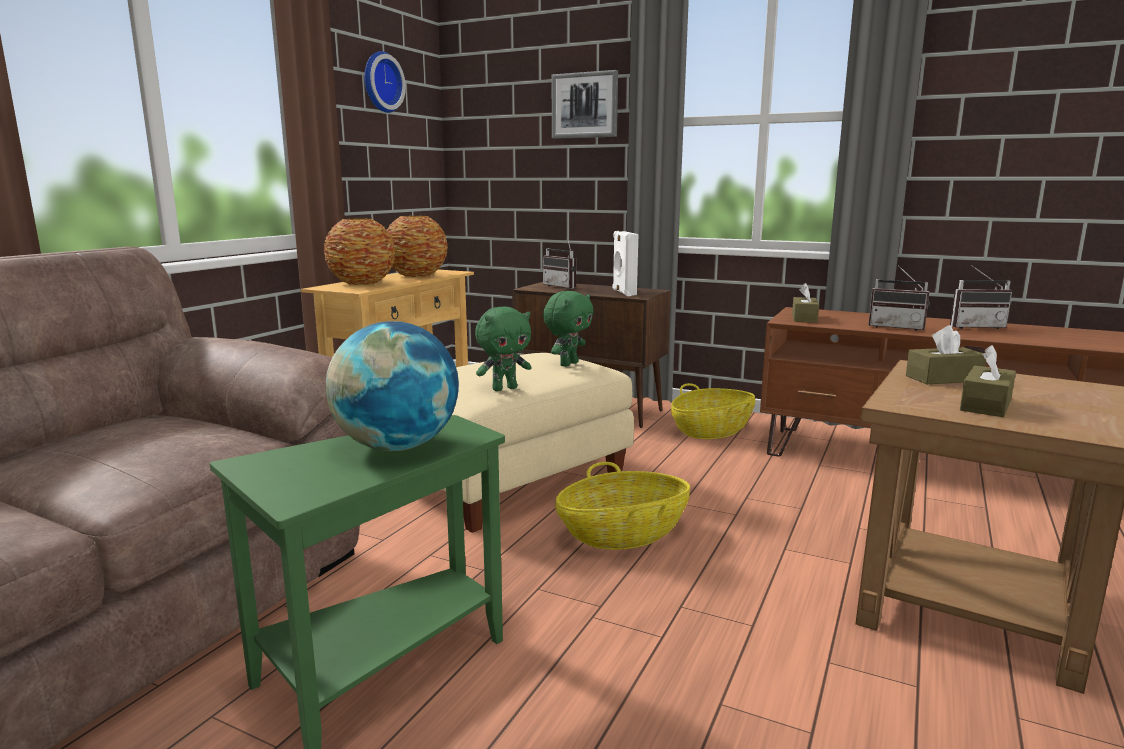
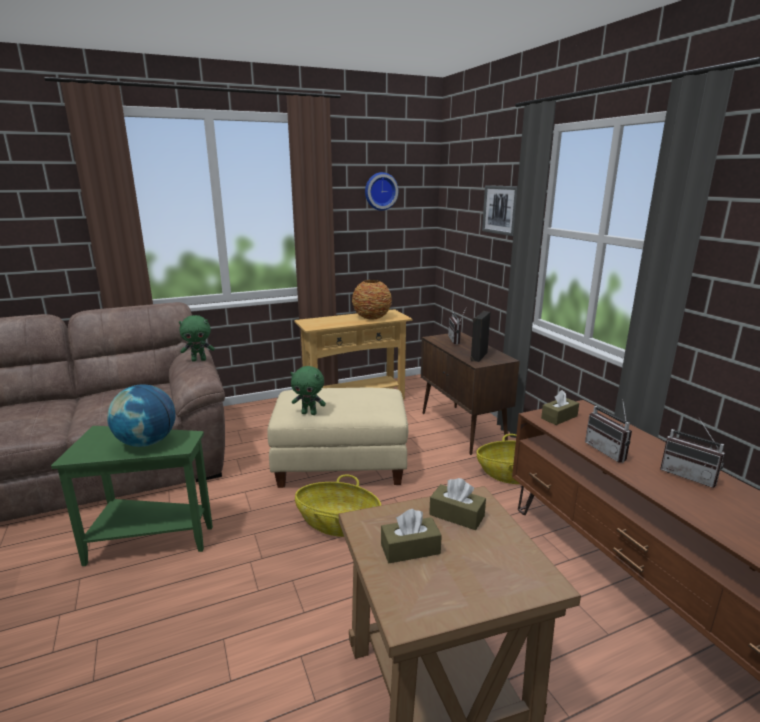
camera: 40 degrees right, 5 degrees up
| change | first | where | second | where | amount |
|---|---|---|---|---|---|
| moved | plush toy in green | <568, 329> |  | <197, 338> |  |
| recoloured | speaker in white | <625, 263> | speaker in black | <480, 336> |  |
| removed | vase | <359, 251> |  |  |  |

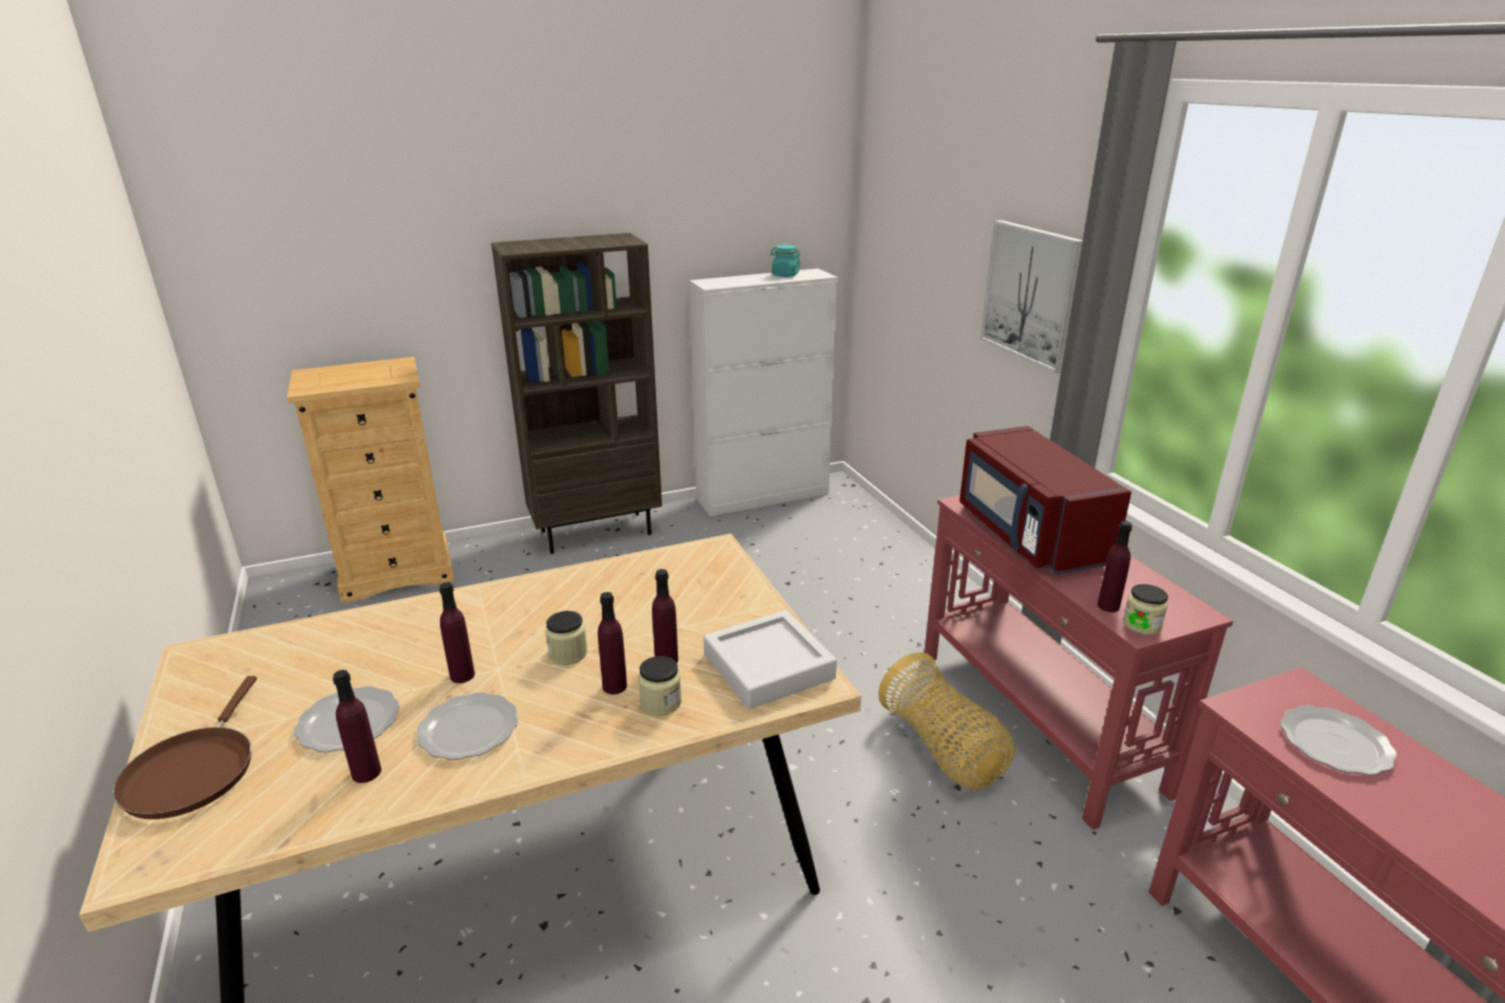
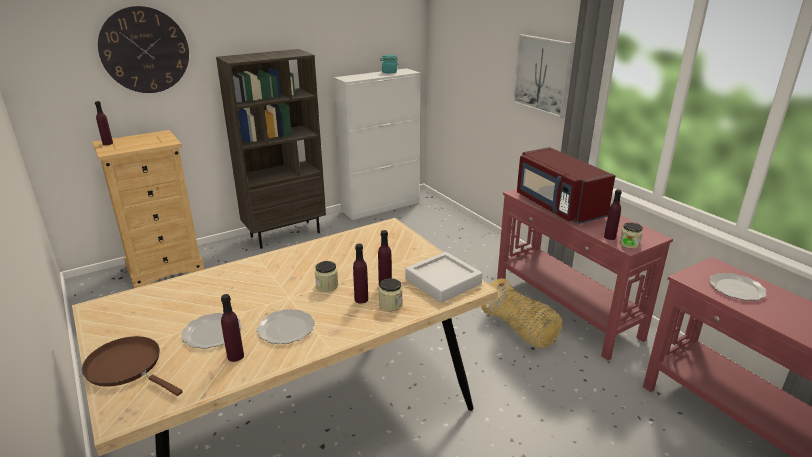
camera: 10 degrees left, 0 degrees up
| change | first | where | second | where | amount |
|---|---|---|---|---|---|
| turned | frying pan in brown | <185, 747> |  | <132, 366> | 135 degrees clockwise |
| moved | bottle in purple | <457, 632> |  | <104, 123> |  |
| added |  |  | wall clock | <143, 49> |  |

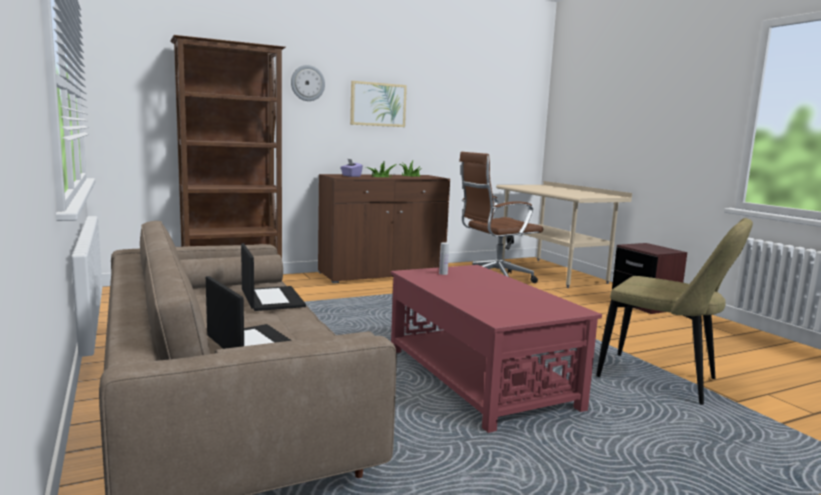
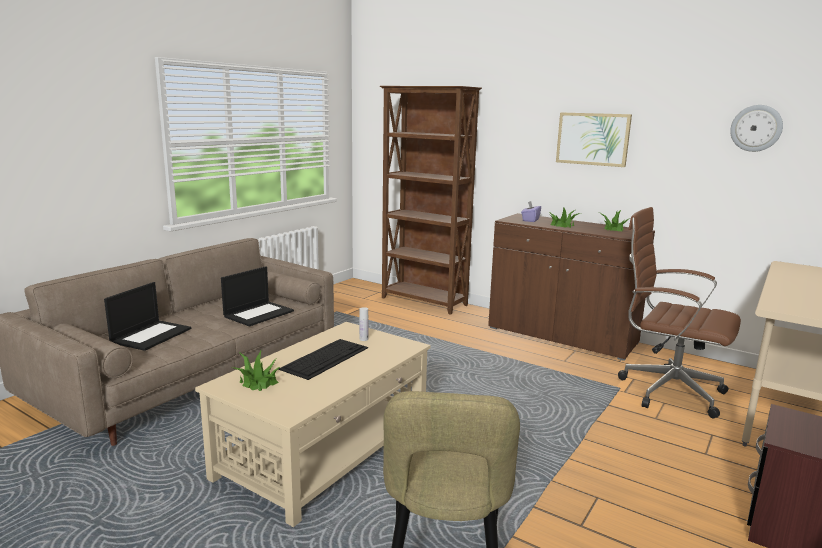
camera: 60 degrees right, 5 degrees up
| change | first | where | second | where | amount |
|---|---|---|---|---|---|
| recoloured | coffee table in red | <496, 349> | coffee table in beige | <313, 424> |  |
| added |  |  | potted plant | <256, 371> |  |
| added |  |  | keyboard | <323, 359> |  |
| moved | wall clock | <308, 83> |  | <756, 128> |  |

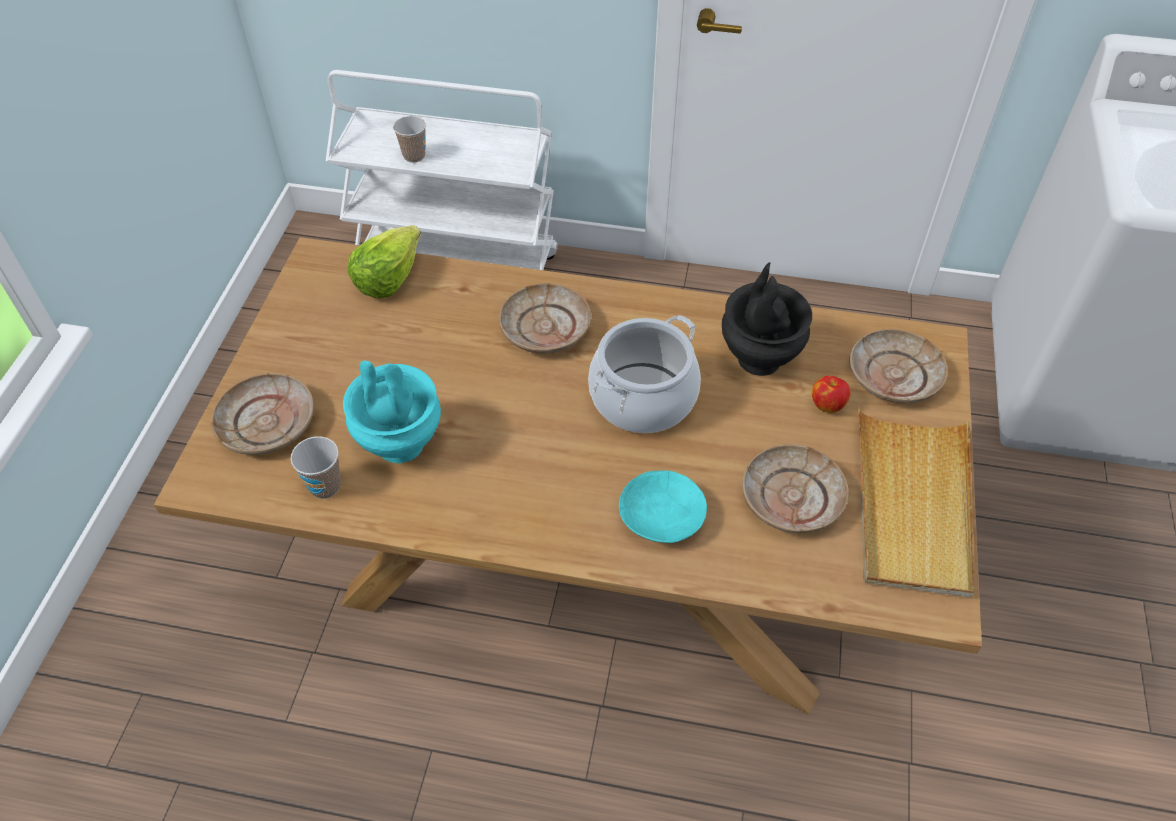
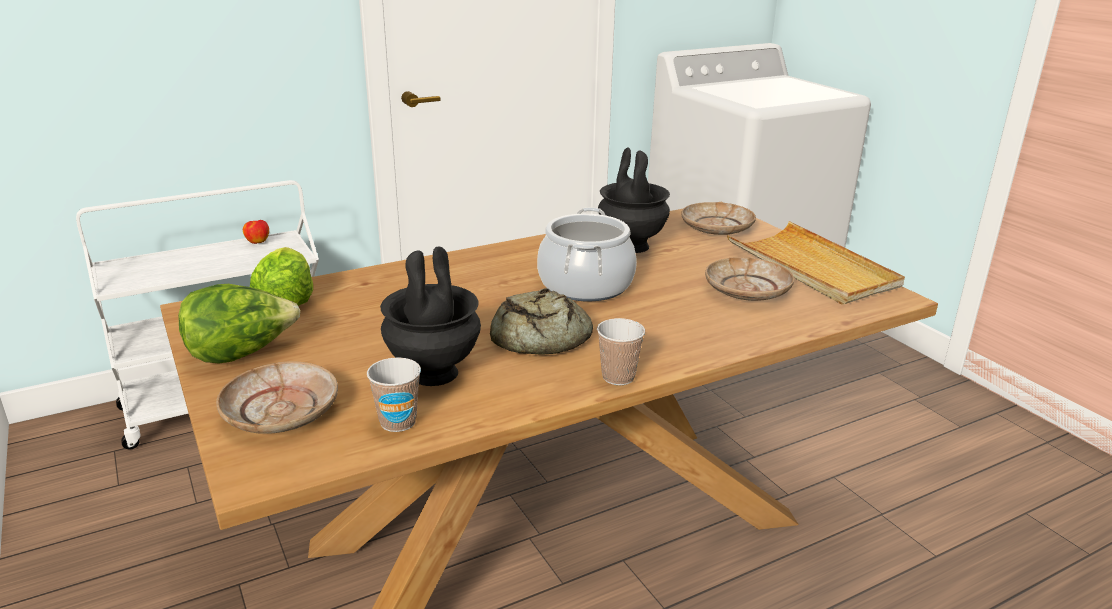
camera: 40 degrees left, 25 degrees down
| change | first | where | second | where | amount |
|---|---|---|---|---|---|
| added |  |  | lettuce | <239, 323> |  |
| moved | apple | <831, 394> |  | <256, 232> |  |
| recoloured | vase in turquoise | <392, 412> | vase in black | <430, 316> |  |
| added |  |  | bread | <541, 321> |  |
| moved | cup | <409, 139> |  | <621, 351> |  |
| removed | plate in beige | <545, 318> |  |  |  |
| removed | bowl in turquoise | <663, 506> |  |  |  |

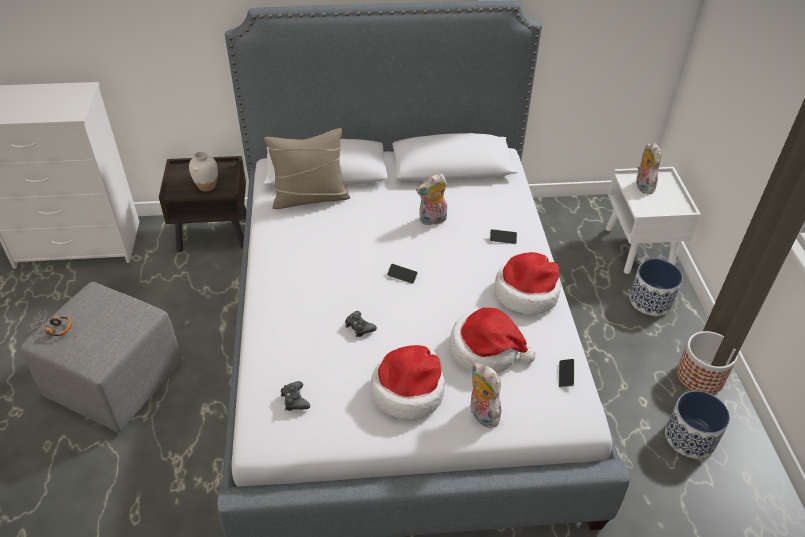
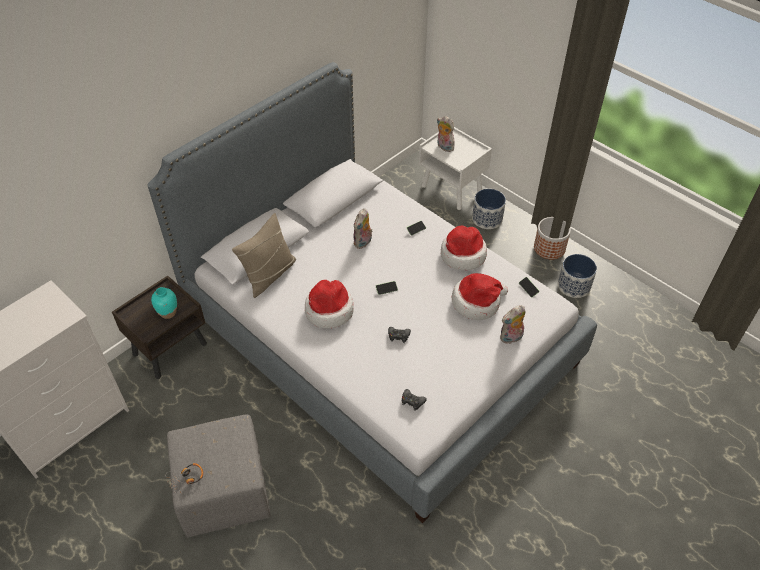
camera: 40 degrees left, 5 degrees up
| change | first | where | second | where | amount |
|---|---|---|---|---|---|
| recoloured | vase in white | <203, 171> | vase in turquoise | <164, 303> |  |
| moved | hat | <408, 382> |  | <329, 304> |  |
| turned | plush toy | <486, 395> |  | <513, 324> | 45 degrees counterclockwise |

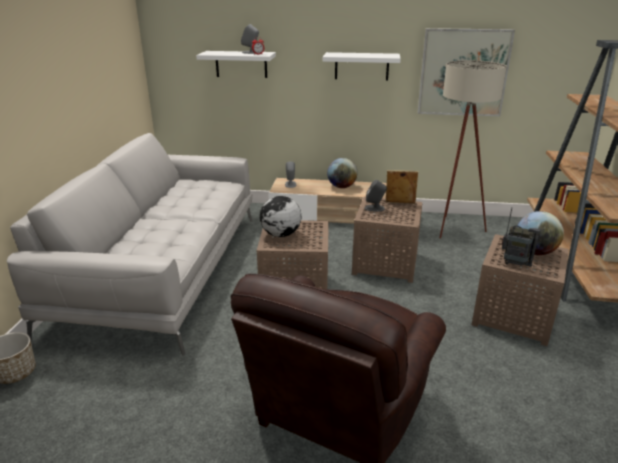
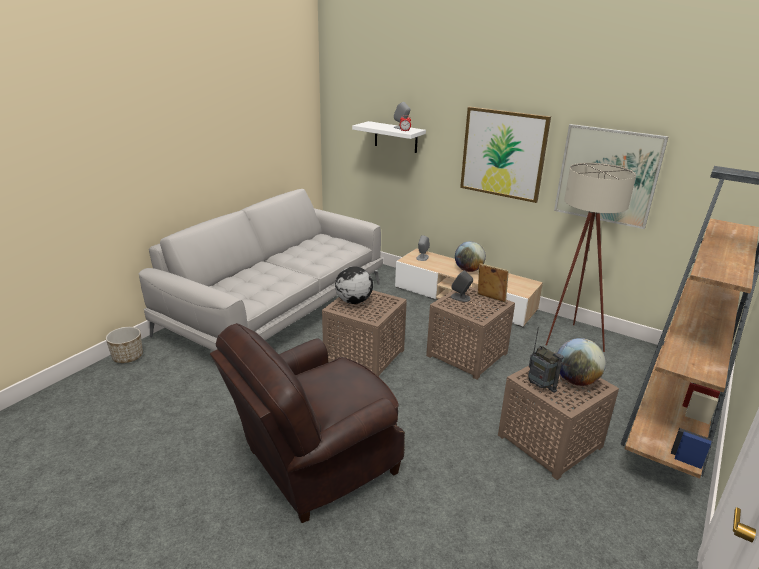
camera: 25 degrees right, 0 degrees up
| change | first | where | second | where | amount |
|---|---|---|---|---|---|
| replaced | shelf in white | <362, 66> | picture | <505, 155> |  |

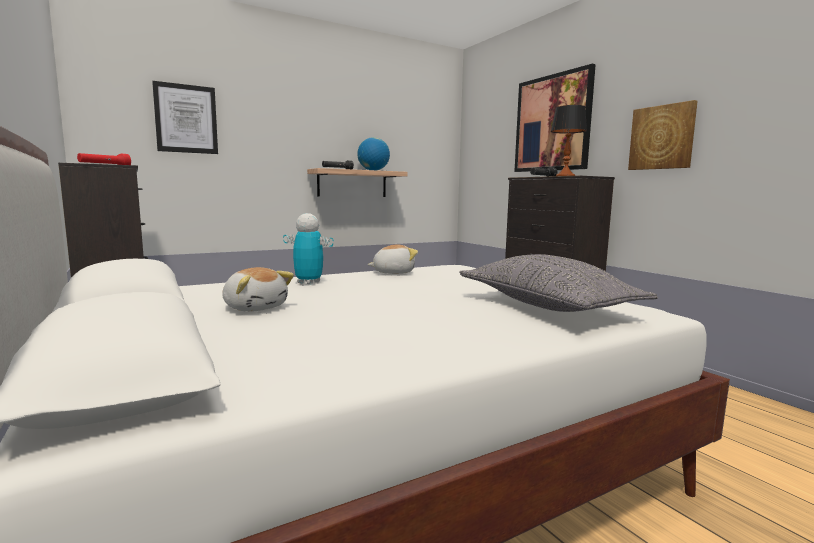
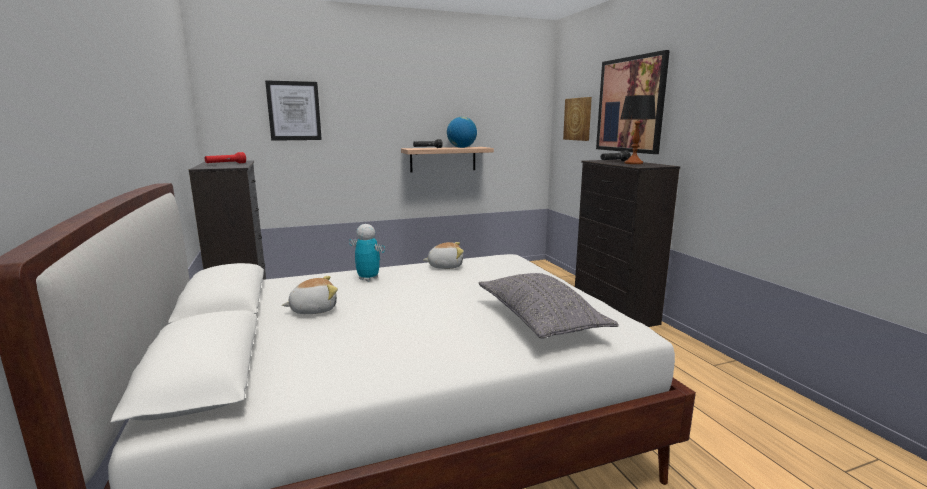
camera: 10 degrees right, 5 degrees up
| change | first | where | second | where | amount |
|---|---|---|---|---|---|
| turned | plush toy | <258, 289> |  | <310, 295> | 75 degrees counterclockwise |
| moved | picture | <663, 135> |  | <577, 119> |  |

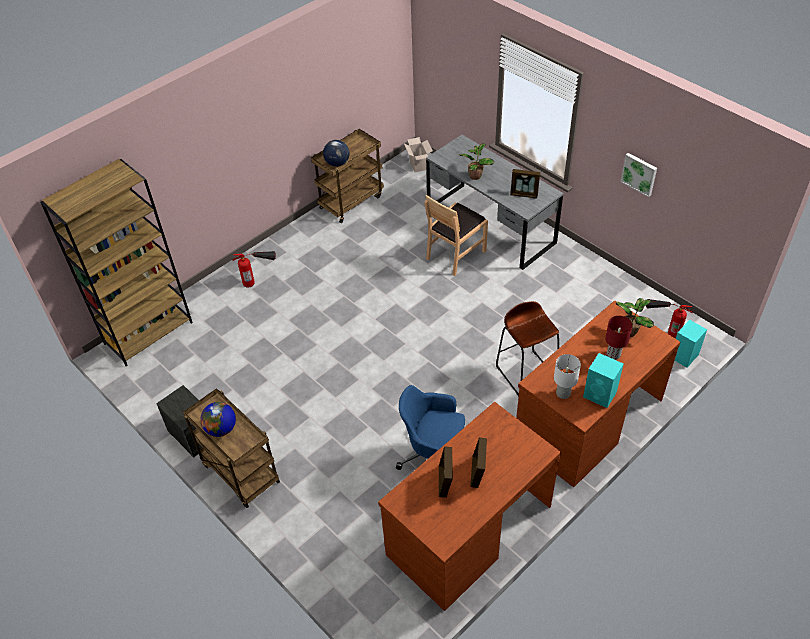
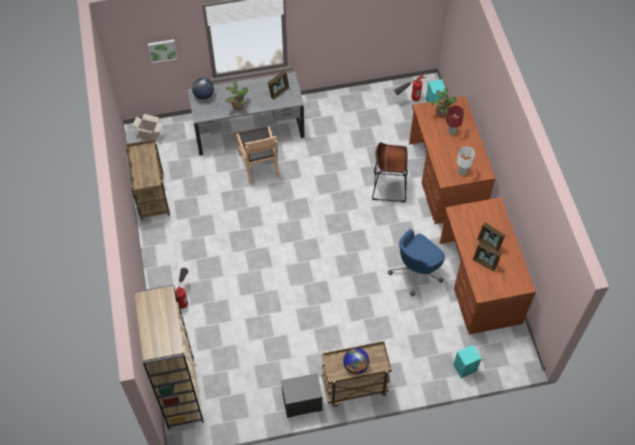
camera: 60 degrees left, 10 degrees up
| change | first | where | second | where | amount |
|---|---|---|---|---|---|
| moved | picture | <638, 175> |  | <163, 51> |  |
| moved | globe | <336, 153> |  | <203, 89> |  |
| moved | speaker in turquoise | <603, 380> |  | <467, 361> |  |

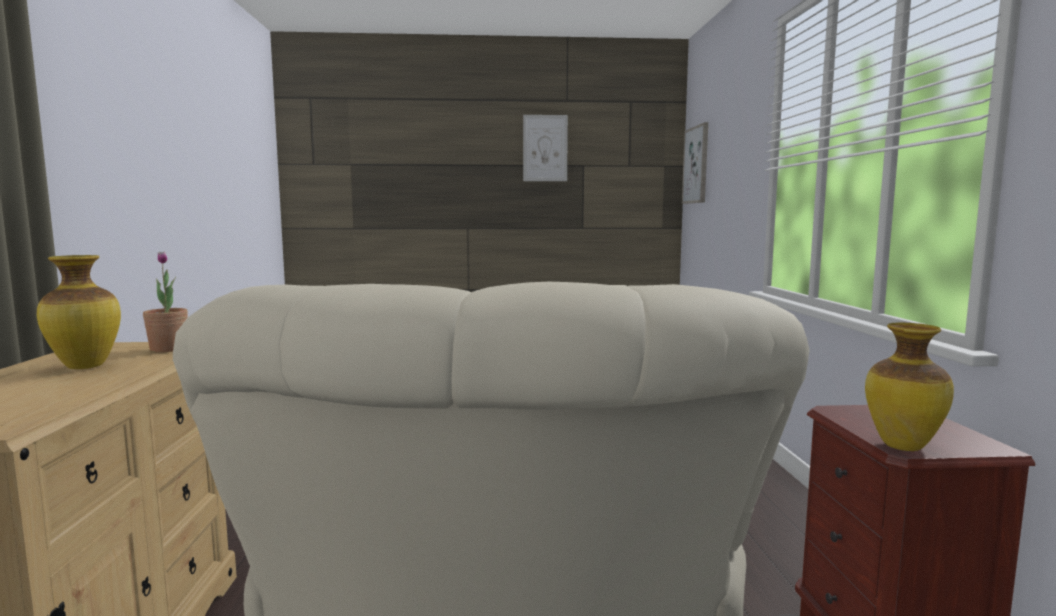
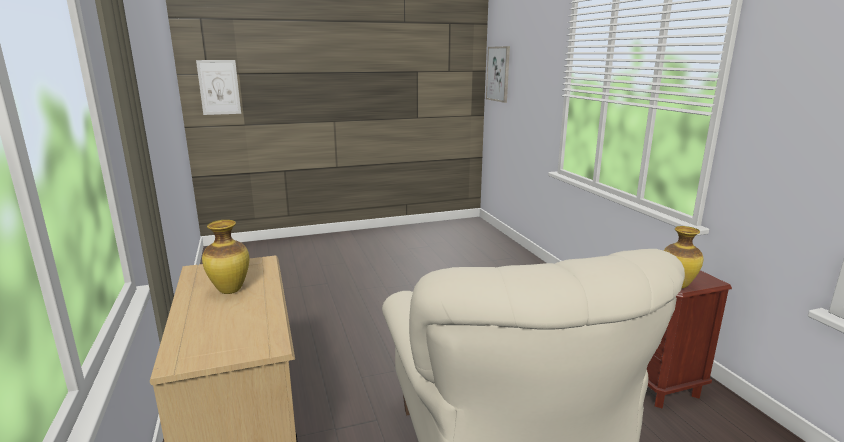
camera: 15 degrees left, 10 degrees up
| change | first | where | second | where | amount |
|---|---|---|---|---|---|
| moved | picture | <545, 148> |  | <218, 87> |  |
| removed | potted plant | <165, 302> |  |  |  |

